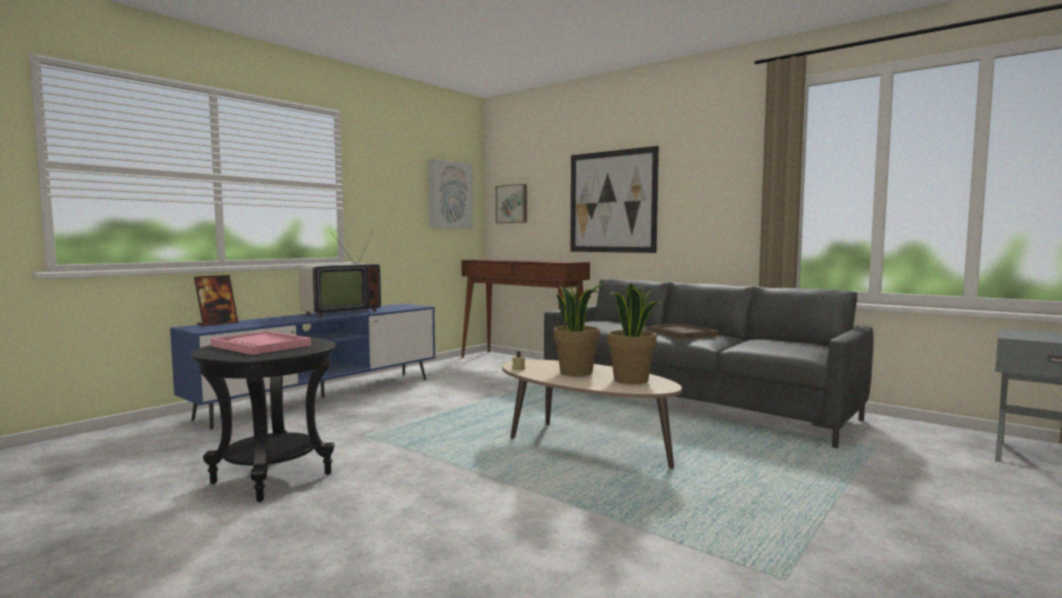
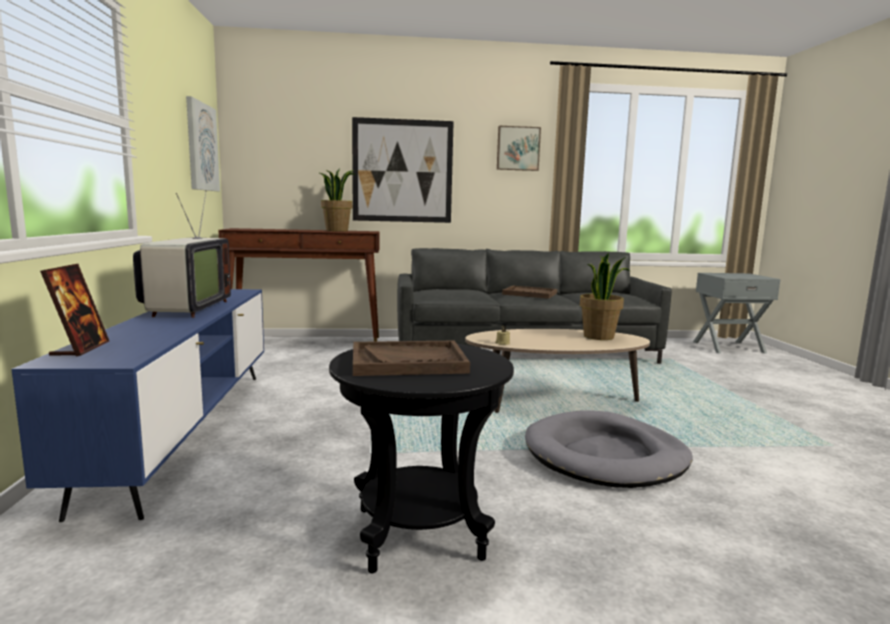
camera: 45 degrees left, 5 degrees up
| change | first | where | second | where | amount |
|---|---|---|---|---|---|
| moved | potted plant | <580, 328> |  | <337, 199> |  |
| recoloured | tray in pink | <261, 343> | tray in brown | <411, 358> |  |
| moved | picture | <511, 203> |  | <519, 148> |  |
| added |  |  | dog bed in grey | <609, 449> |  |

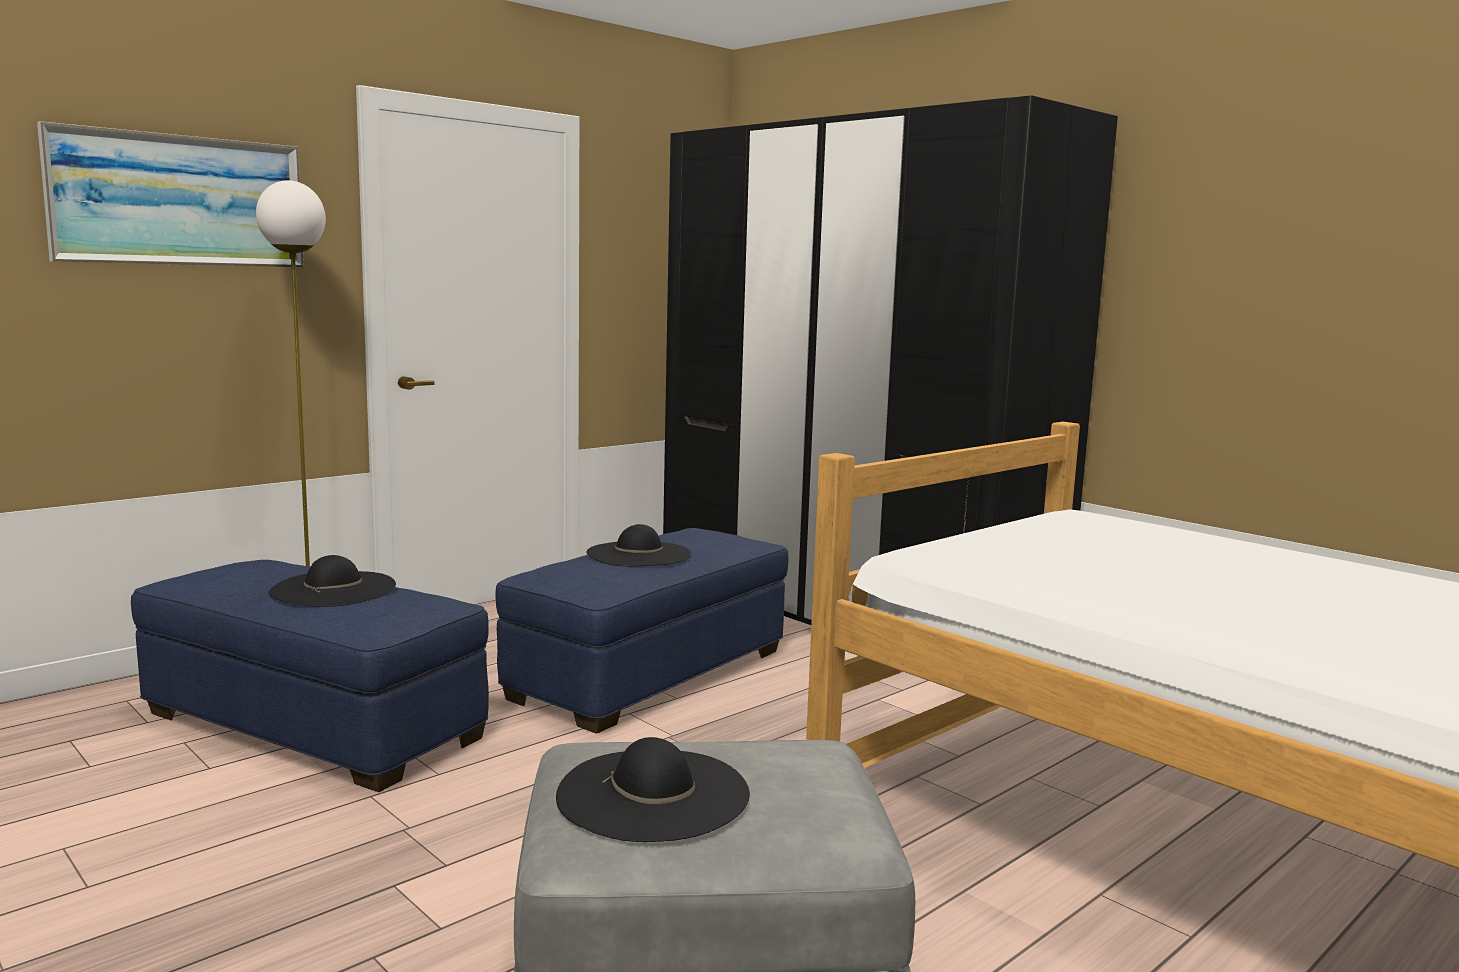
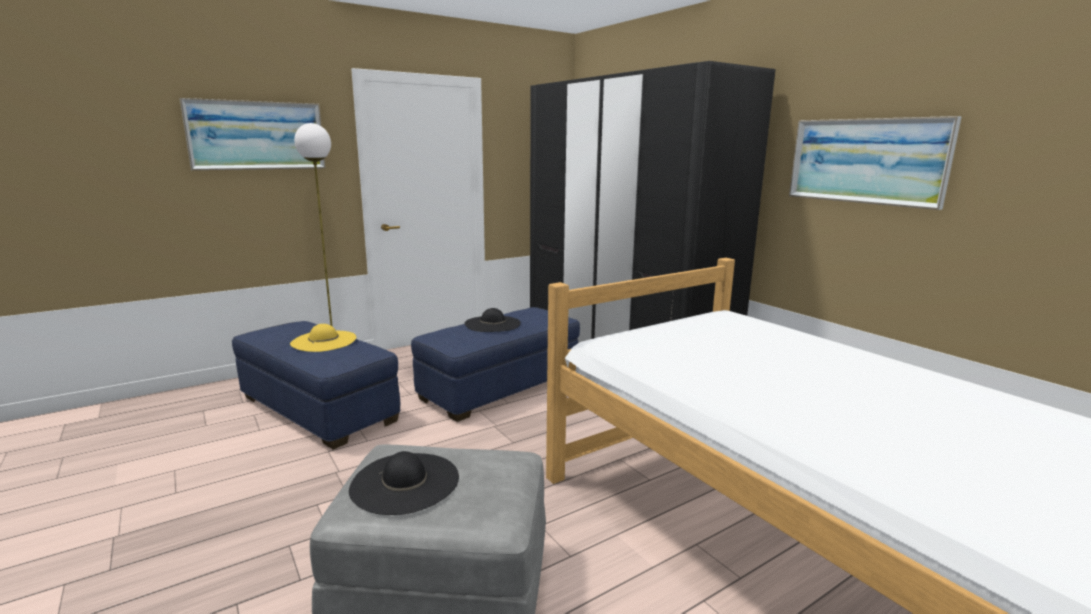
camera: 10 degrees right, 5 degrees up
| change | first | where | second | where | amount |
|---|---|---|---|---|---|
| recoloured | hat in black | <332, 581> | hat in yellow | <323, 338> |  |
| added |  |  | picture | <875, 163> |  |

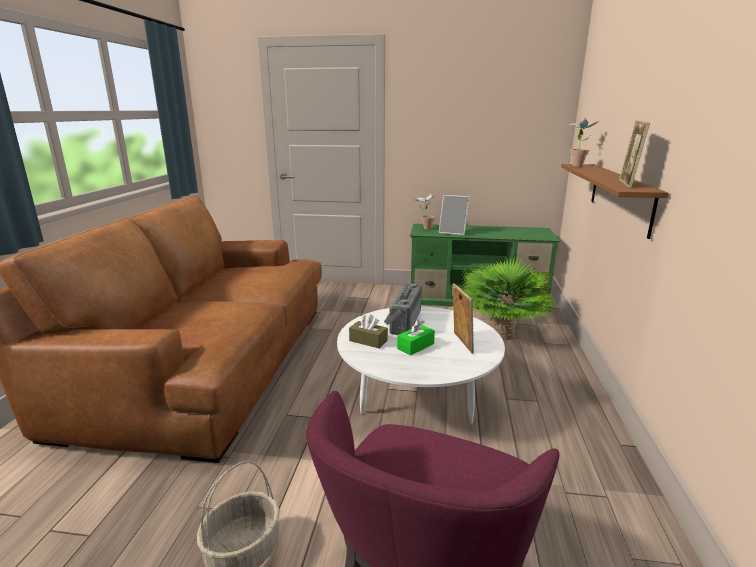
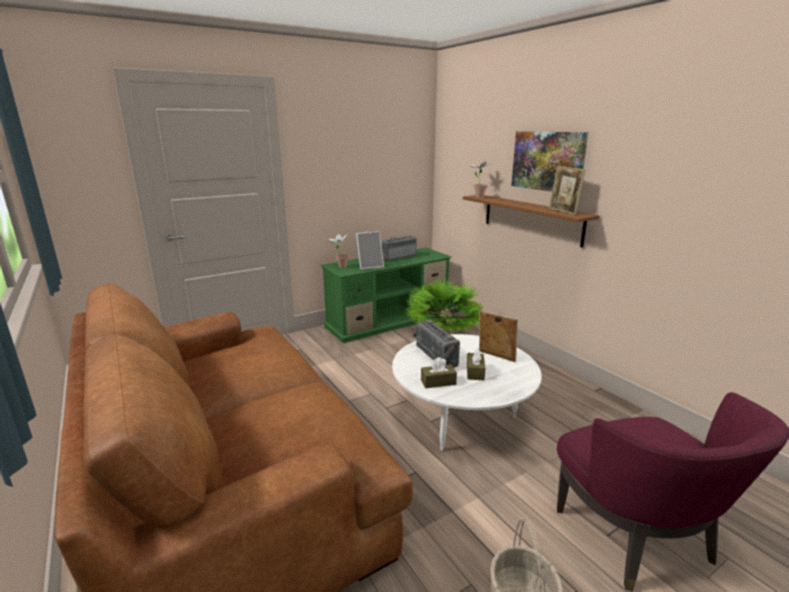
camera: 40 degrees left, 0 degrees up
| change | first | where | second | where | amount |
|---|---|---|---|---|---|
| added |  |  | radio | <399, 248> |  |
| recoloured | tissue box in green | <416, 337> | tissue box in brown | <476, 364> |  |
| added |  |  | picture | <549, 161> |  |

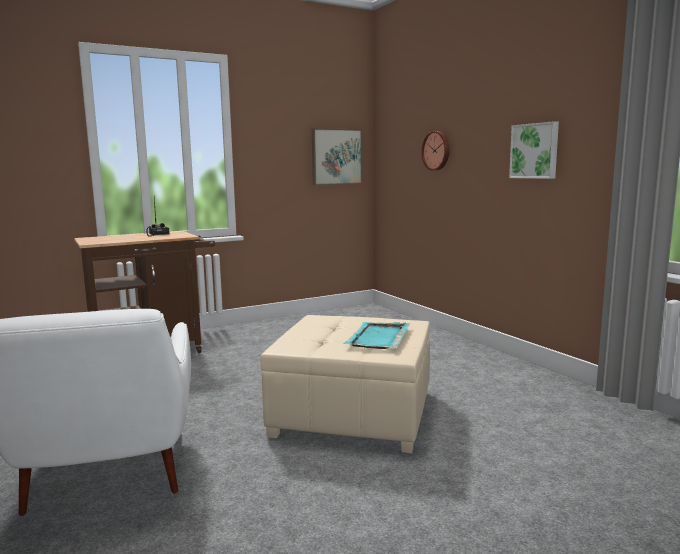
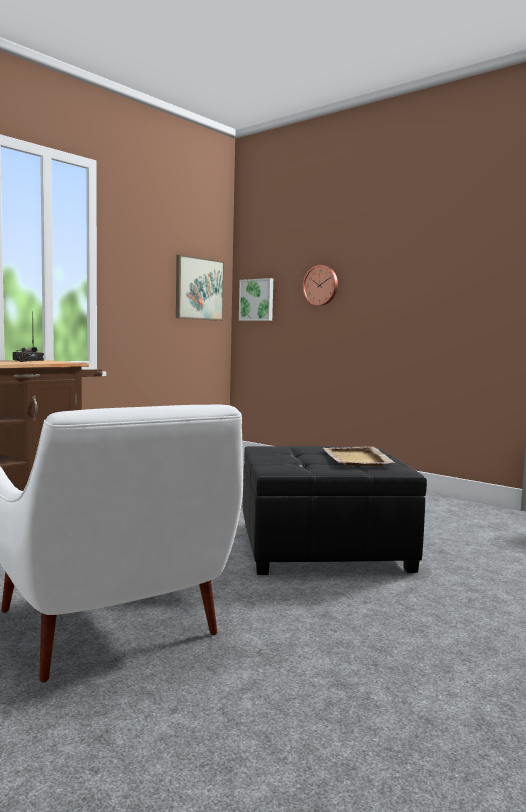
camera: 20 degrees left, 5 degrees down
| change | first | where | second | where | amount |
|---|---|---|---|---|---|
| moved | picture | <534, 150> |  | <256, 299> |  |
| recoloured | ottoman in beige | <345, 384> | ottoman in black | <335, 510> |  |
| recoloured | tray in turquoise | <377, 335> | tray in beige | <360, 456> |  |

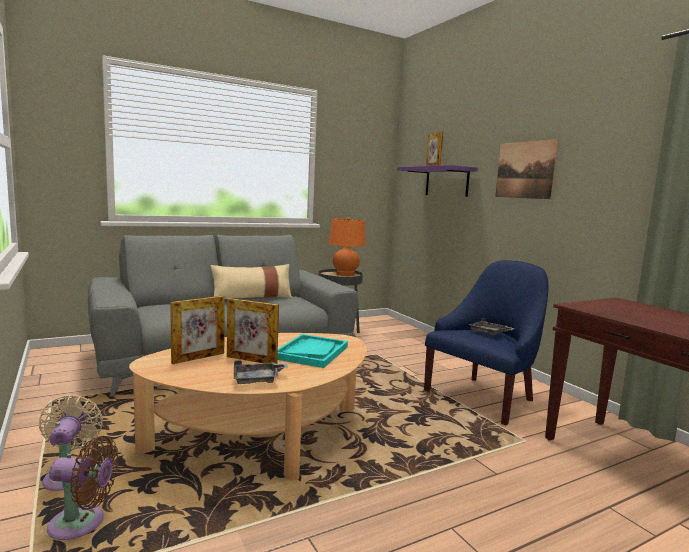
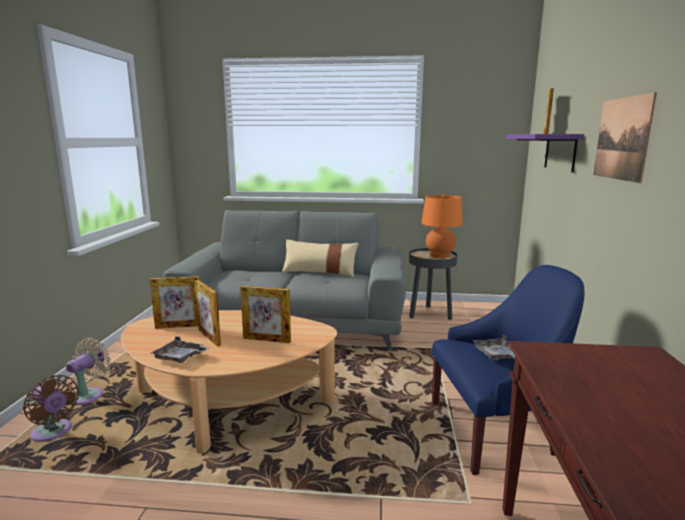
camera: 35 degrees right, 5 degrees up
| change | first | where | second | where | amount |
|---|---|---|---|---|---|
| replaced | tray in turquoise | <313, 351> | picture frame | <265, 314> |  |

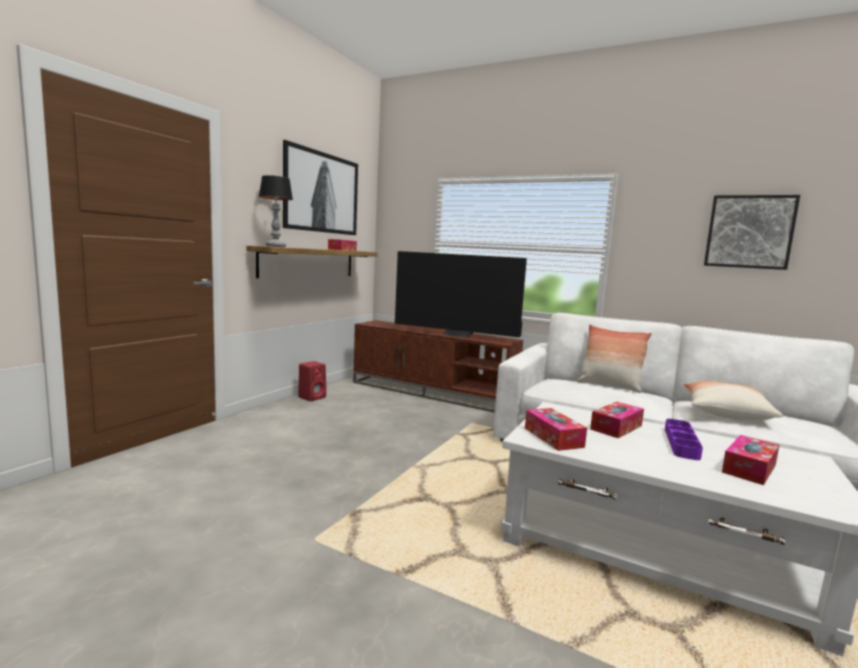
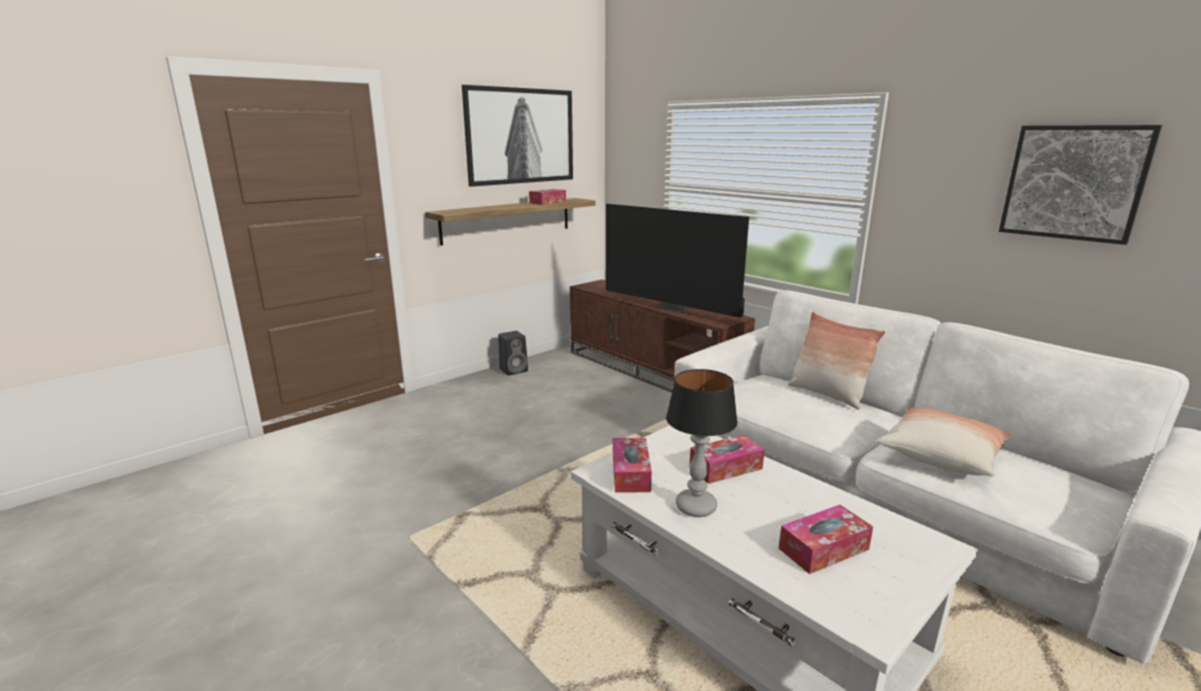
camera: 20 degrees right, 10 degrees up
| change | first | where | second | where | amount |
|---|---|---|---|---|---|
| recoloured | speaker in red | <312, 381> | speaker in black | <513, 353> |  |
| moved | table lamp | <276, 211> |  | <702, 443> |  |
| removed | tray in purple | <684, 439> |  |  |  |

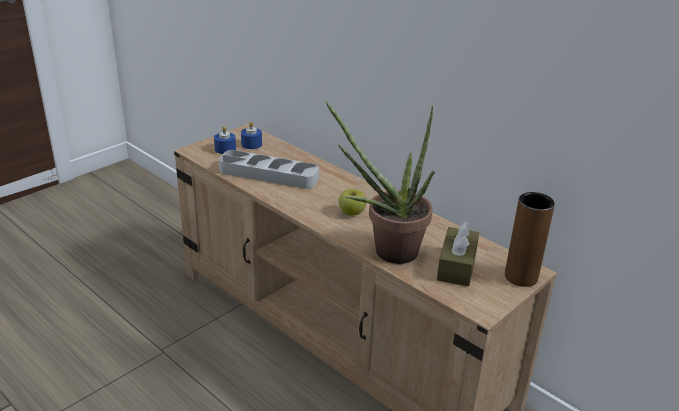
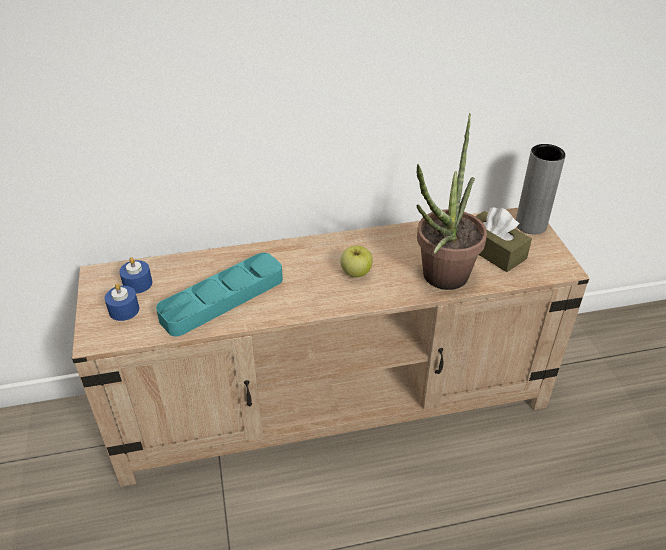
camera: 55 degrees left, 10 degrees up
| change | first | where | second | where | amount |
|---|---|---|---|---|---|
| recoloured | tray in grey | <269, 169> | tray in turquoise | <219, 294> |  |
| recoloured | vase in brown | <530, 239> | vase in grey | <541, 189> |  |

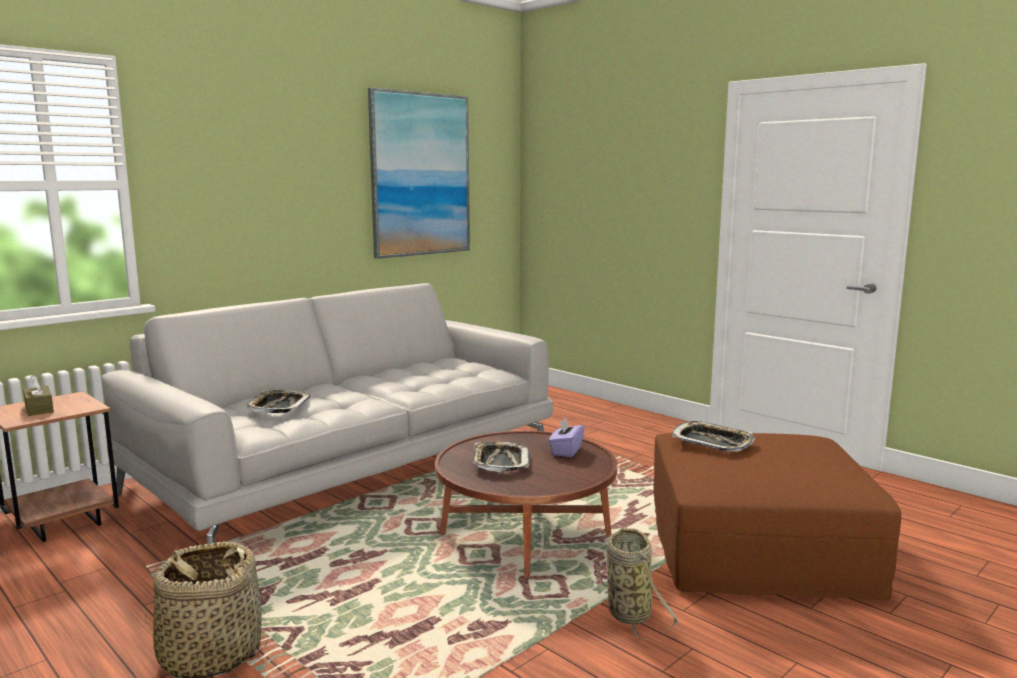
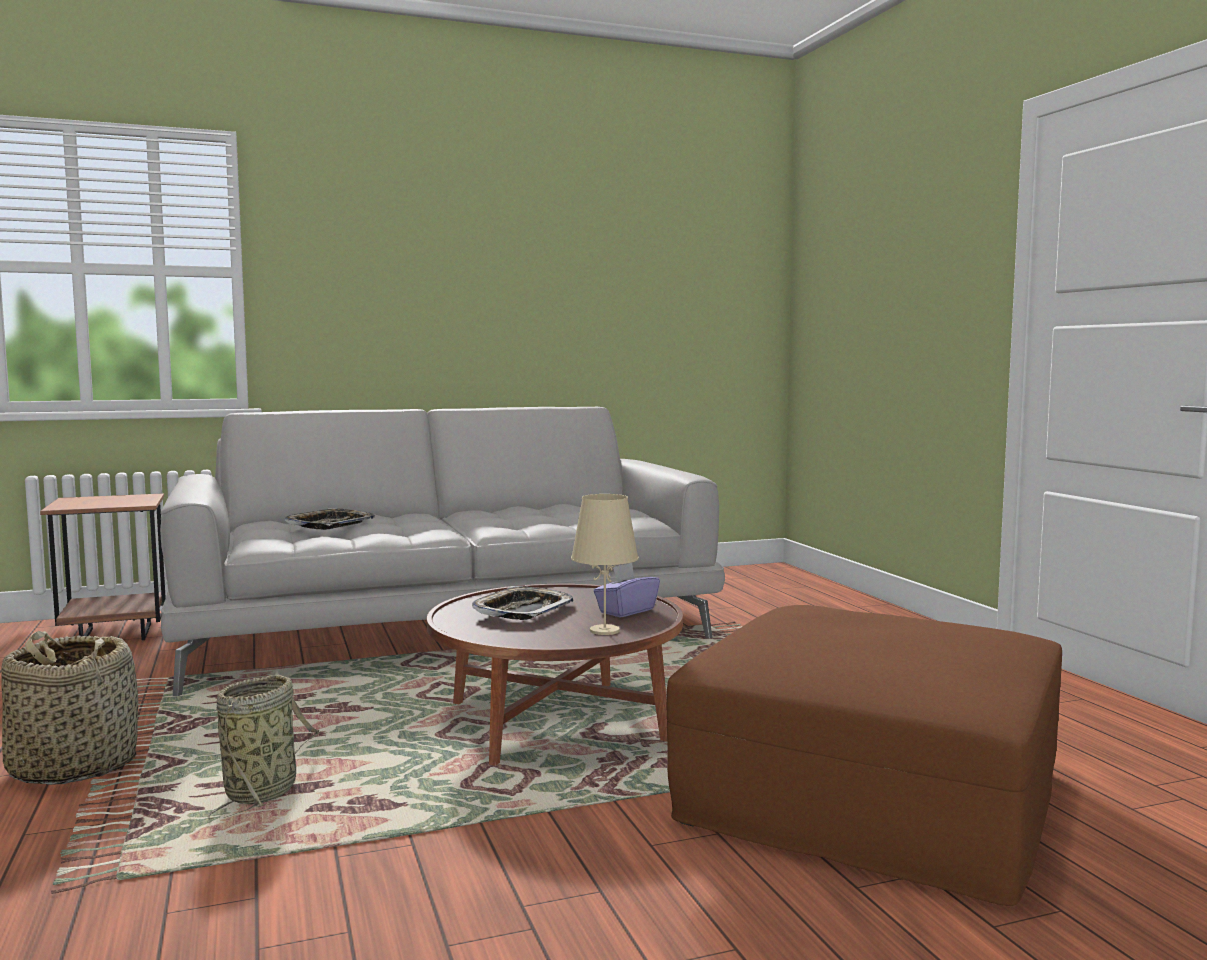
camera: 25 degrees right, 5 degrees down
| change | first | where | second | where | amount |
|---|---|---|---|---|---|
| moved | basket | <638, 584> |  | <263, 747> |  |
| added |  |  | table lamp in beige | <605, 564> |  |
| removed | tissue box in brown | <38, 395> |  |  |  |
| removed | picture | <419, 173> |  |  |  |
| removed | tray | <713, 436> |  |  |  |

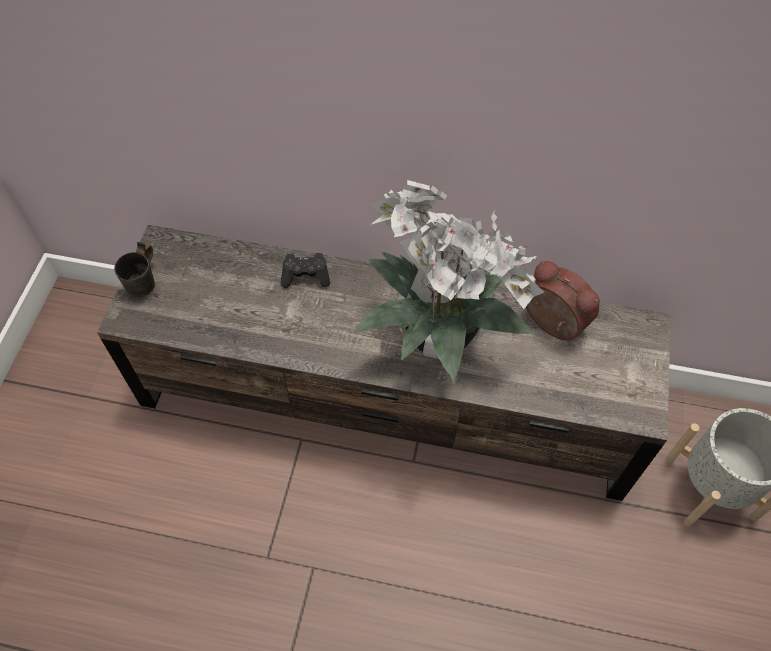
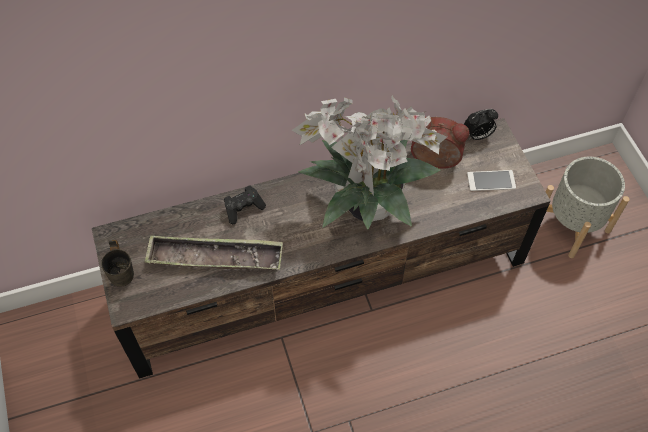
camera: 30 degrees left, 0 degrees up
| change | first | where | second | where | amount |
|---|---|---|---|---|---|
| added |  |  | tray | <213, 252> |  |
| added |  |  | alarm clock | <481, 124> |  |
| added |  |  | phone | <491, 180> |  |

